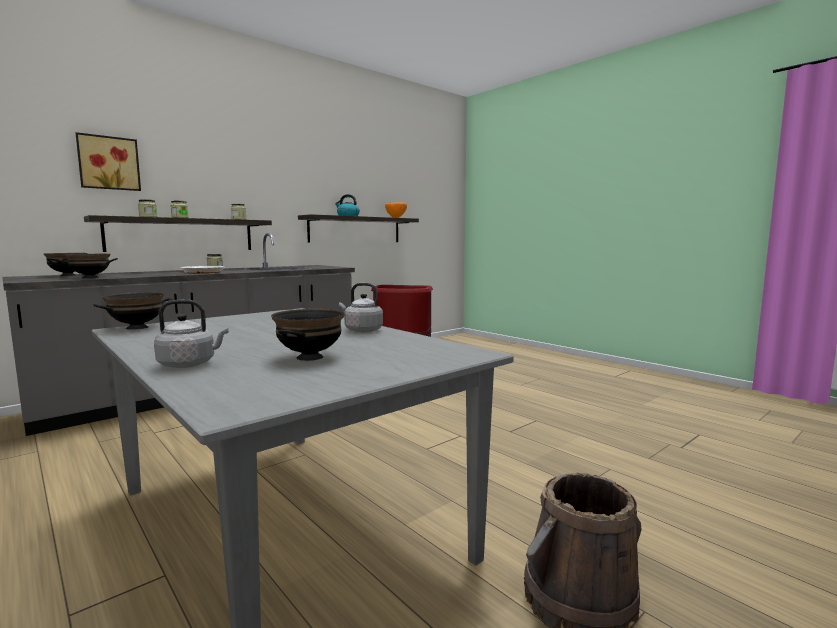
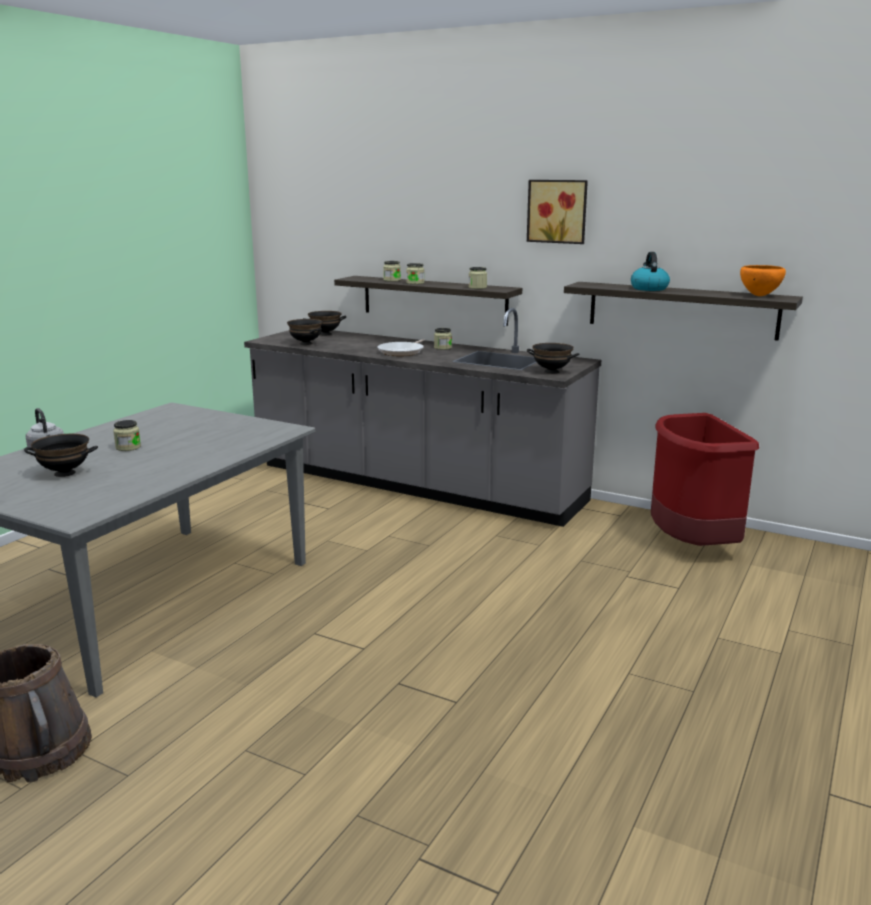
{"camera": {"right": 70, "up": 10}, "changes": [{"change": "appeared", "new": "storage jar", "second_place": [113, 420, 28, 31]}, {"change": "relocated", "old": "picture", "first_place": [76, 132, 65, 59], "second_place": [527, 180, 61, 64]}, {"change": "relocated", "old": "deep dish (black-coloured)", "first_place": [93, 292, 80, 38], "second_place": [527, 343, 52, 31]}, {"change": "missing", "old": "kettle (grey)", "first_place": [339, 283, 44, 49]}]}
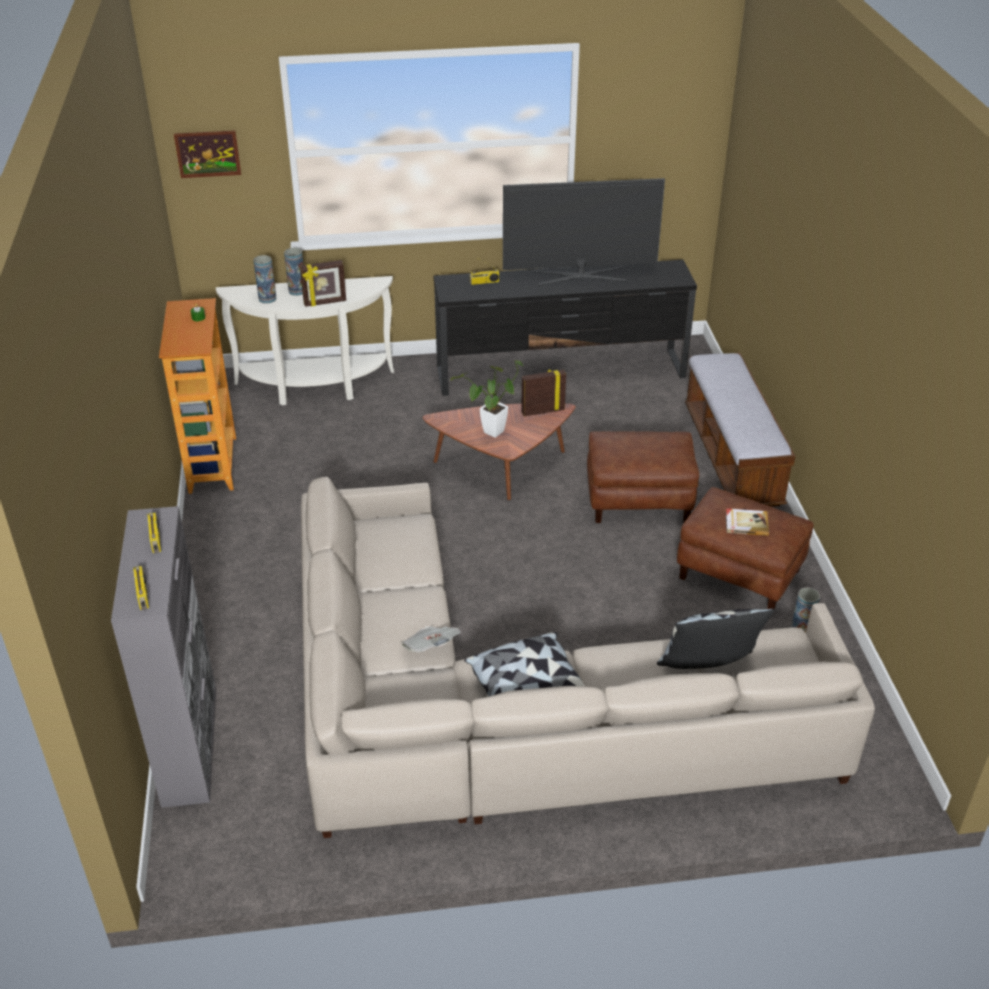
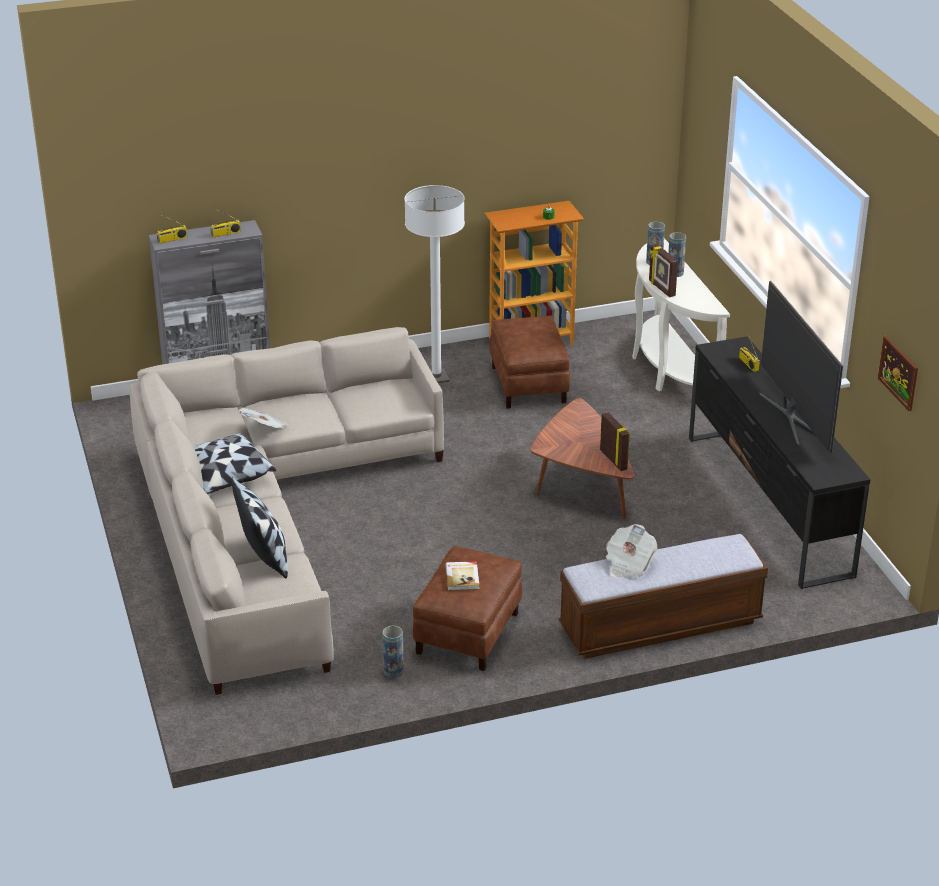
{"camera": {"right": 80, "up": -5}, "changes": [{"change": "appeared", "new": "standard lamp (white)", "second_place": [405, 185, 60, 198]}, {"change": "relocated", "old": "pouffe (brownish)", "first_place": [587, 431, 112, 92], "second_place": [489, 316, 81, 93]}, {"change": "appeared", "new": "newspaper", "second_place": [606, 524, 52, 54]}, {"change": "relocated", "old": "picture", "first_place": [174, 130, 67, 48], "second_place": [878, 336, 40, 75]}, {"change": "missing", "old": "potted plant", "first_place": [450, 360, 73, 78]}]}
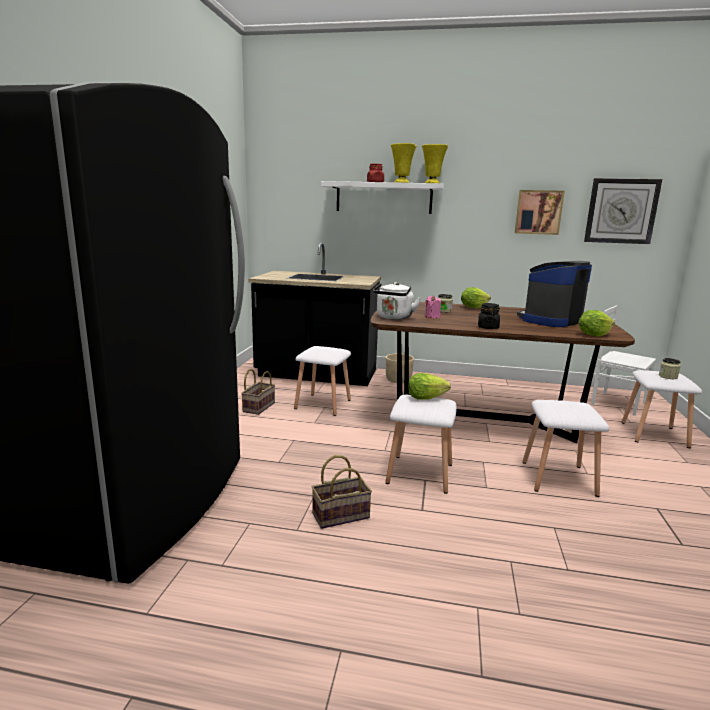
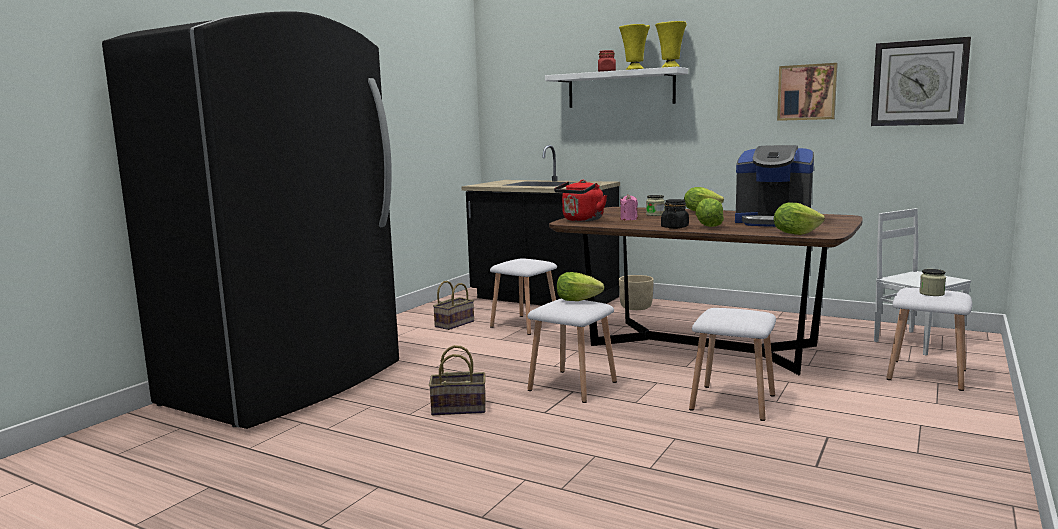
{"camera": {"right": 20, "up": -5}, "changes": [{"change": "colour", "old": "kettle (white)", "new": "kettle (reddish)", "first_place": [373, 282, 48, 38], "second_place": [554, 180, 53, 41]}, {"change": "appeared", "new": "lettuce head", "second_place": [695, 198, 29, 29]}, {"change": "spun", "old": "coffee brewer", "first_place": [517, 261, 75, 66], "second_place": [735, 145, 79, 82], "degrees": -135}]}
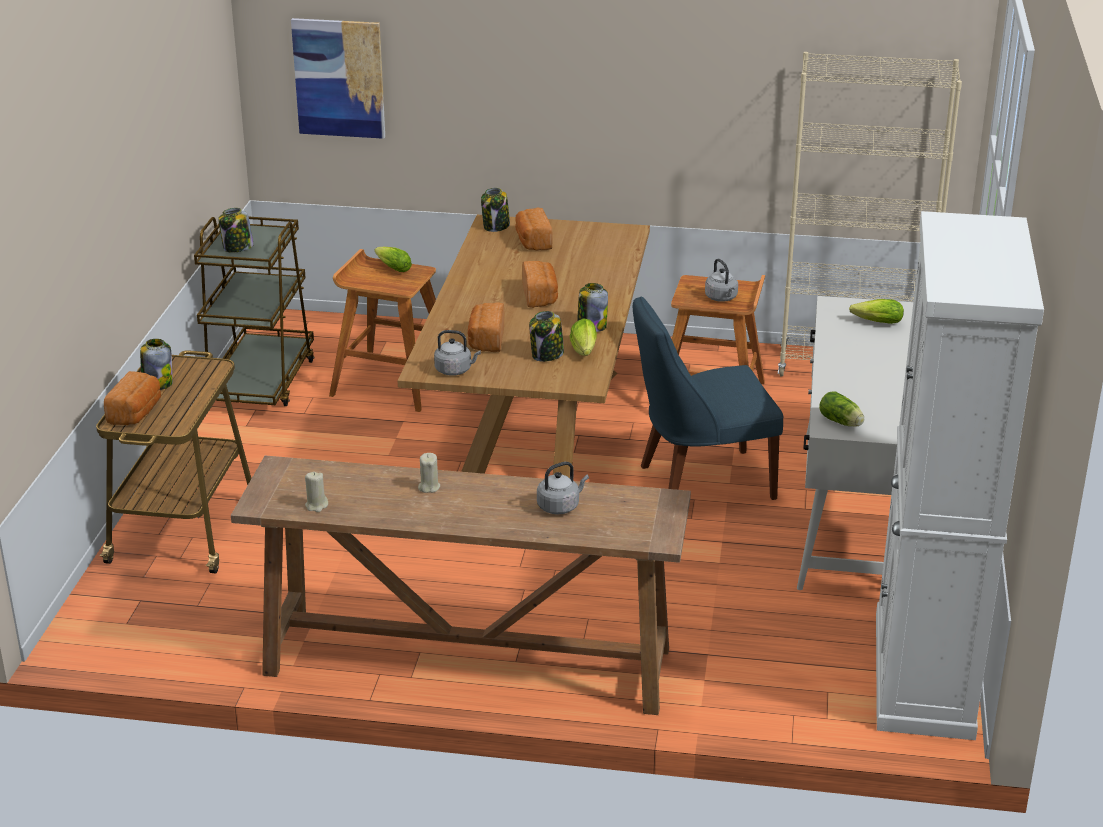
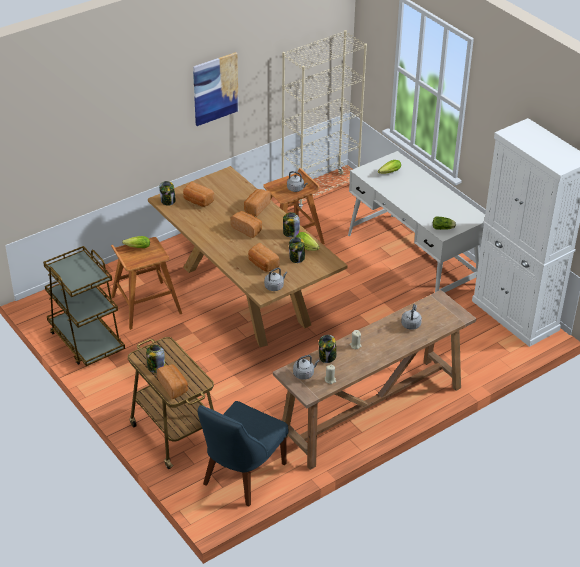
{"camera": {"right": -45, "up": 10}, "changes": [{"change": "relocated", "old": "picture", "first_place": [291, 18, 94, 121], "second_place": [193, 52, 46, 74]}, {"change": "relocated", "old": "chair (blue-coloured)", "first_place": [633, 297, 150, 203], "second_place": [198, 401, 90, 106]}, {"change": "appeared", "new": "bakery bread", "second_place": [244, 189, 27, 27]}, {"change": "appeared", "new": "kettle (grey)", "second_place": [293, 355, 26, 25]}, {"change": "relocated", "old": "storage jar", "first_place": [218, 208, 36, 45], "second_place": [319, 335, 18, 28]}]}
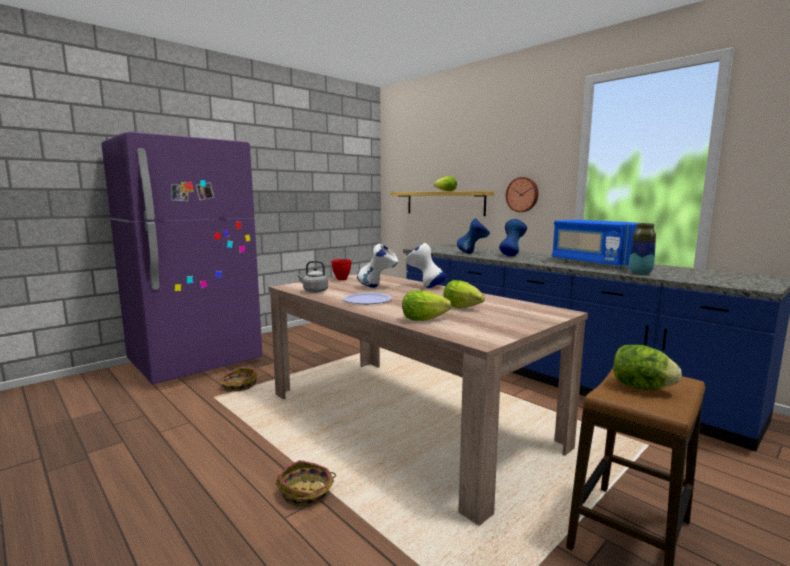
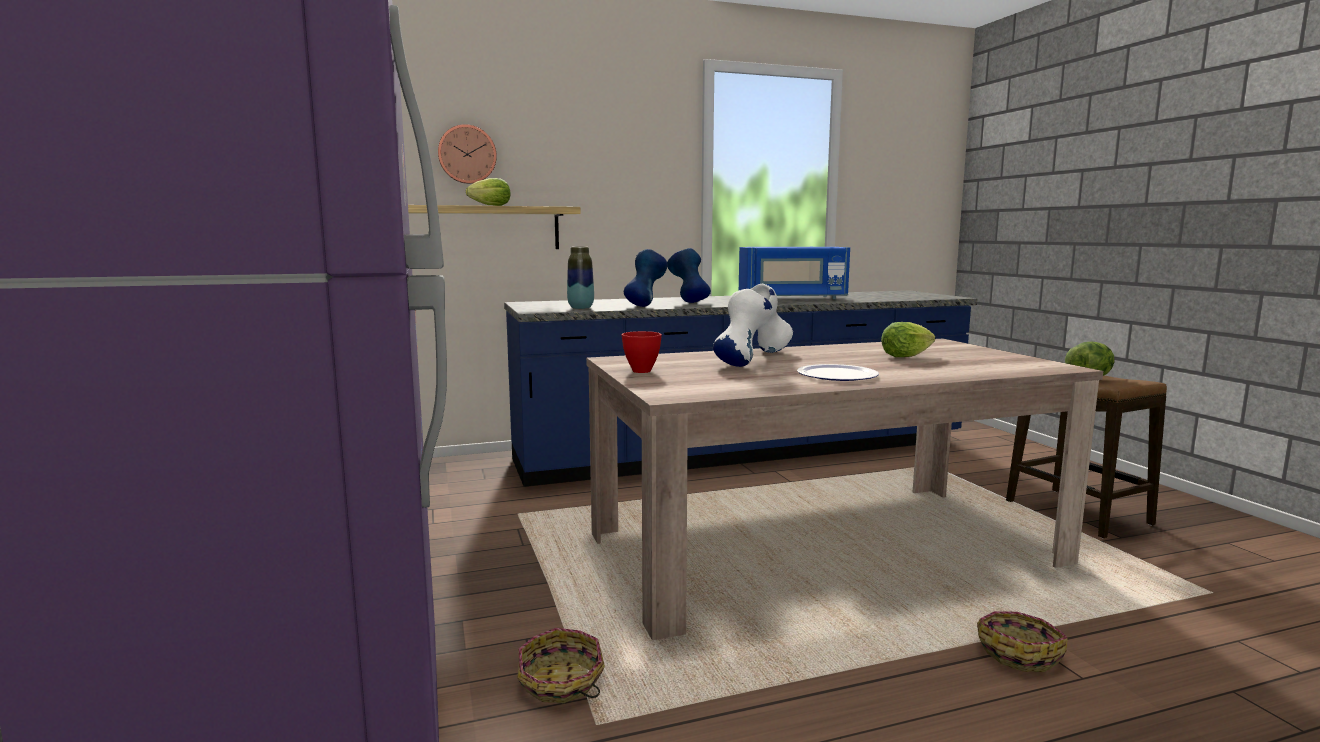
{"camera": {"right": -65, "up": 0}, "changes": [{"change": "relocated", "old": "clock on the wall", "first_place": [506, 177, 32, 35], "second_place": [438, 124, 59, 60]}, {"change": "relocated", "old": "decorative vase", "first_place": [629, 223, 27, 52], "second_place": [567, 247, 27, 62]}, {"change": "missing", "old": "kettle (grey)", "first_place": [297, 261, 31, 32]}, {"change": "missing", "old": "lettuce head", "first_place": [402, 290, 49, 31]}]}
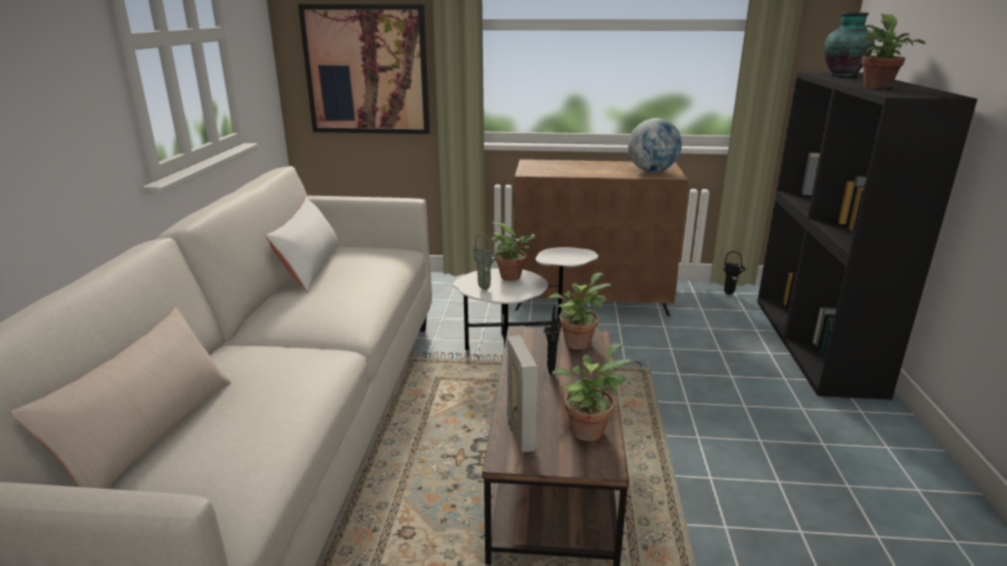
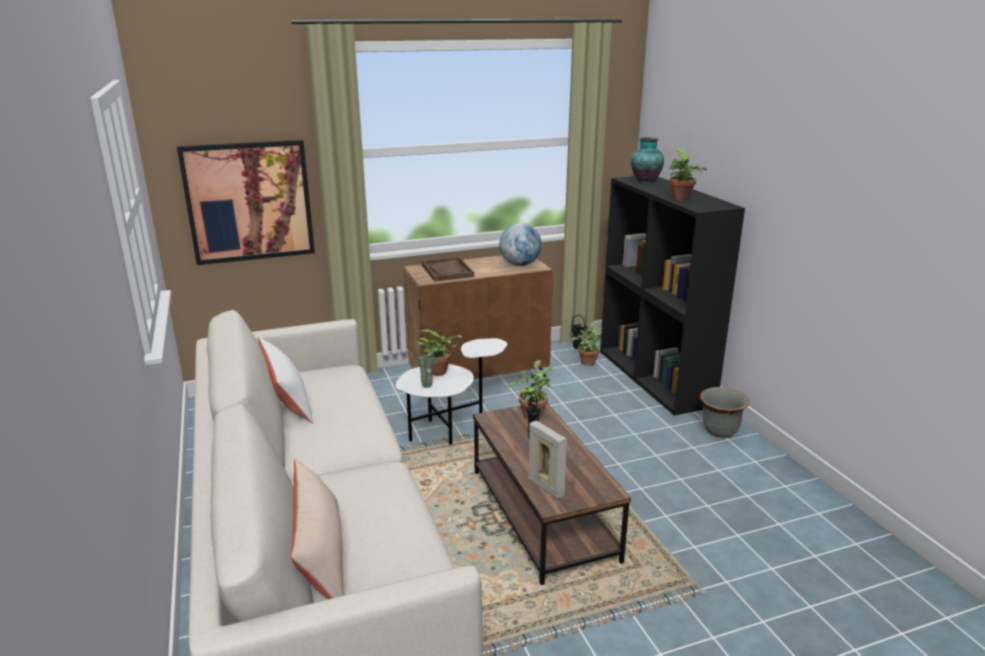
{"camera": {"right": -25, "up": 0}, "changes": [{"change": "appeared", "new": "carrying tray (brownish)", "second_place": [422, 257, 52, 25]}, {"change": "relocated", "old": "potted plant", "first_place": [552, 343, 80, 98], "second_place": [571, 322, 32, 44]}, {"change": "appeared", "new": "planter (grey)", "second_place": [700, 387, 49, 51]}]}
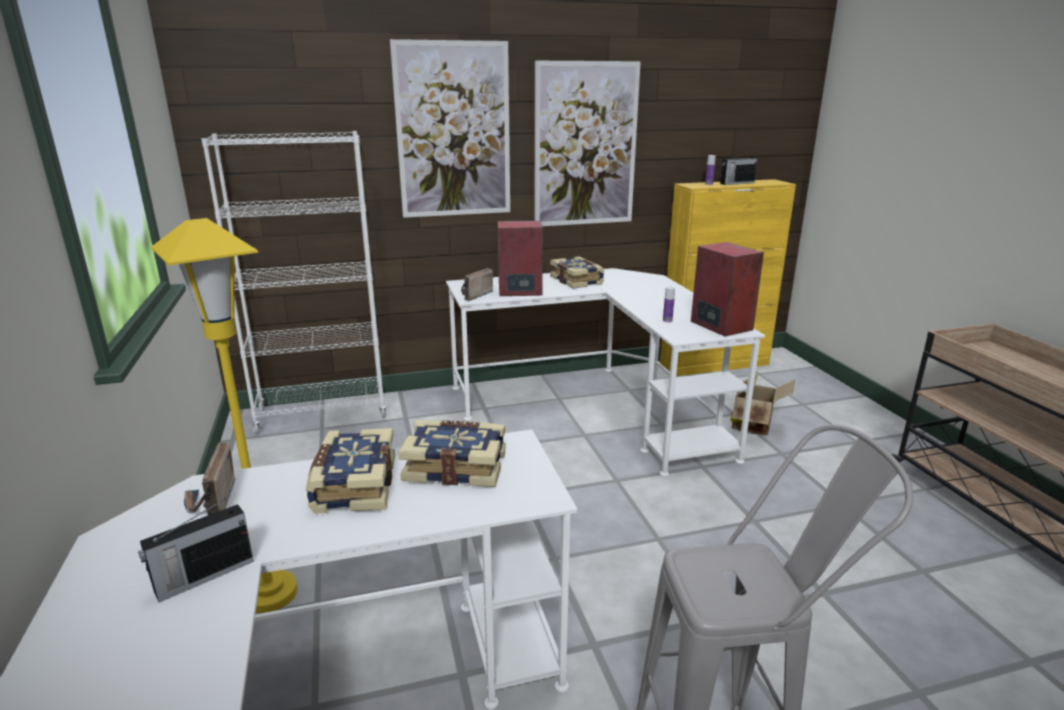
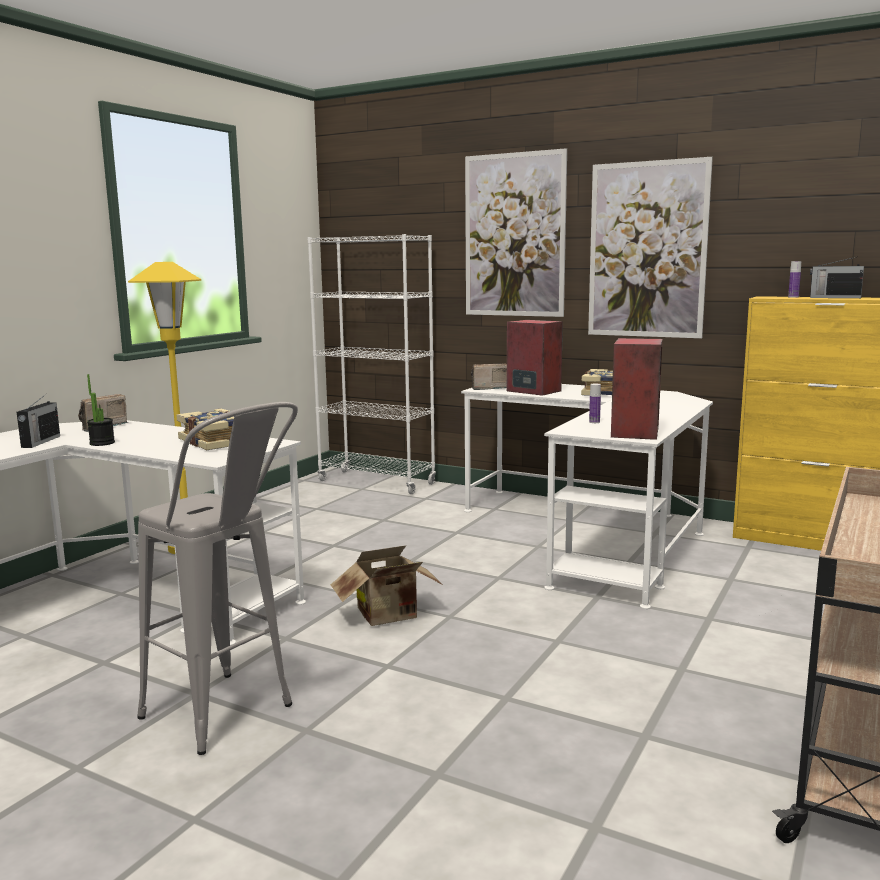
{"camera": {"right": 45, "up": -10}, "changes": [{"change": "spun", "old": "radio", "first_place": [138, 499, 116, 103], "second_place": [17, 394, 43, 54], "degrees": -90}, {"change": "appeared", "new": "potted plant", "second_place": [87, 374, 28, 72]}, {"change": "relocated", "old": "cardboard box", "first_place": [731, 374, 64, 61], "second_place": [331, 545, 112, 81]}, {"change": "missing", "old": "book", "first_place": [306, 428, 89, 86]}]}
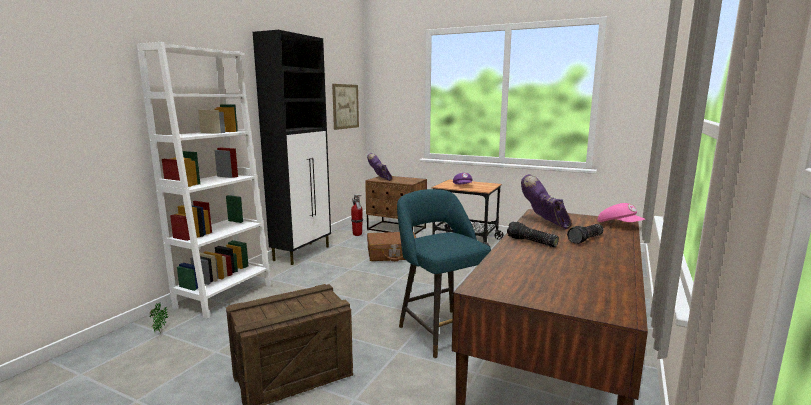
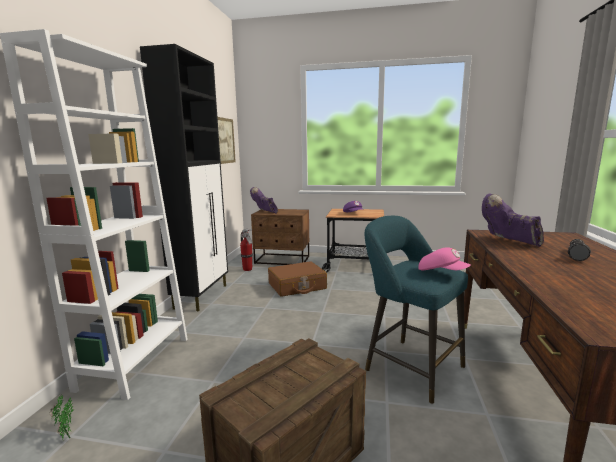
{"camera": {"right": -15, "up": 0}, "changes": [{"change": "relocated", "old": "cap (pink-coloured)", "first_place": [597, 203, 48, 19], "second_place": [418, 247, 53, 23]}, {"change": "missing", "old": "torch", "first_place": [507, 221, 52, 26]}]}
